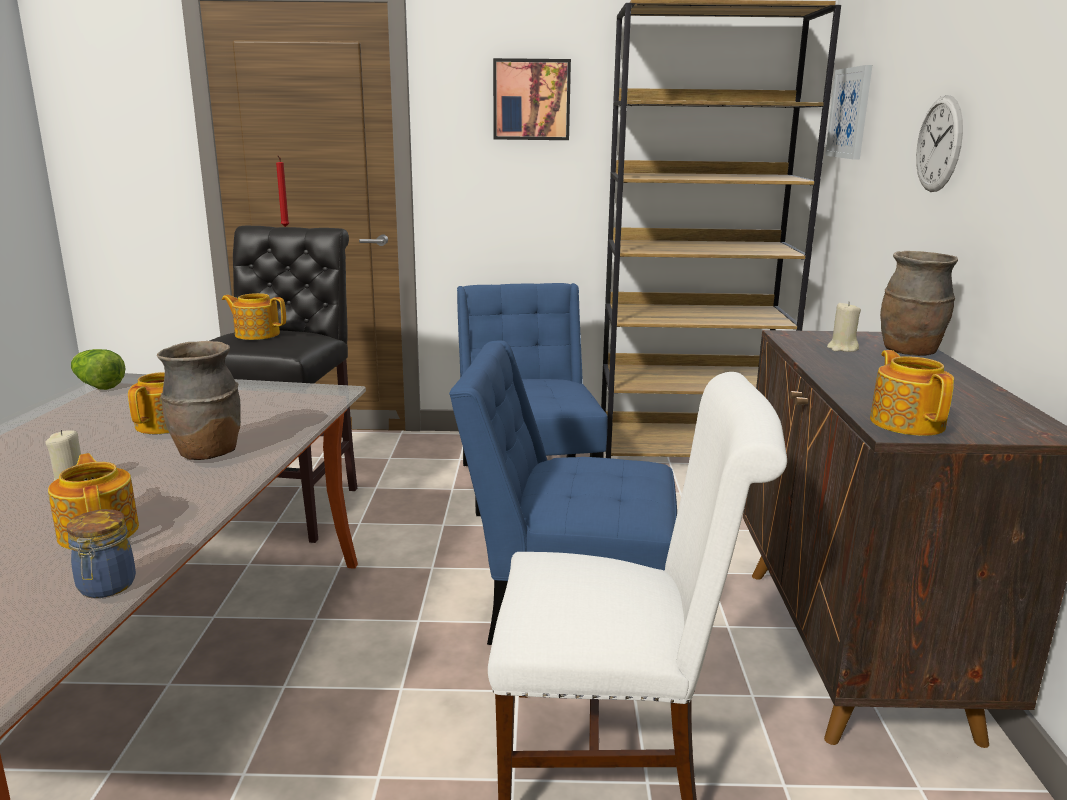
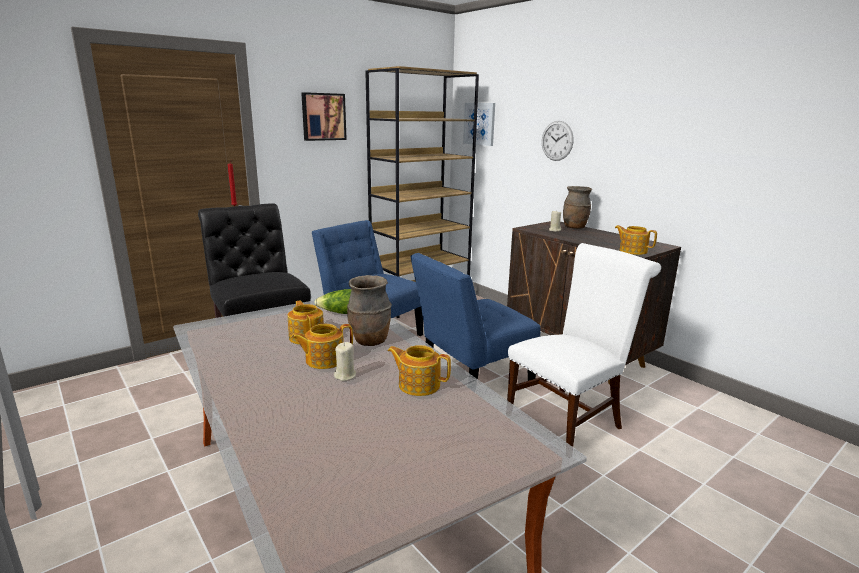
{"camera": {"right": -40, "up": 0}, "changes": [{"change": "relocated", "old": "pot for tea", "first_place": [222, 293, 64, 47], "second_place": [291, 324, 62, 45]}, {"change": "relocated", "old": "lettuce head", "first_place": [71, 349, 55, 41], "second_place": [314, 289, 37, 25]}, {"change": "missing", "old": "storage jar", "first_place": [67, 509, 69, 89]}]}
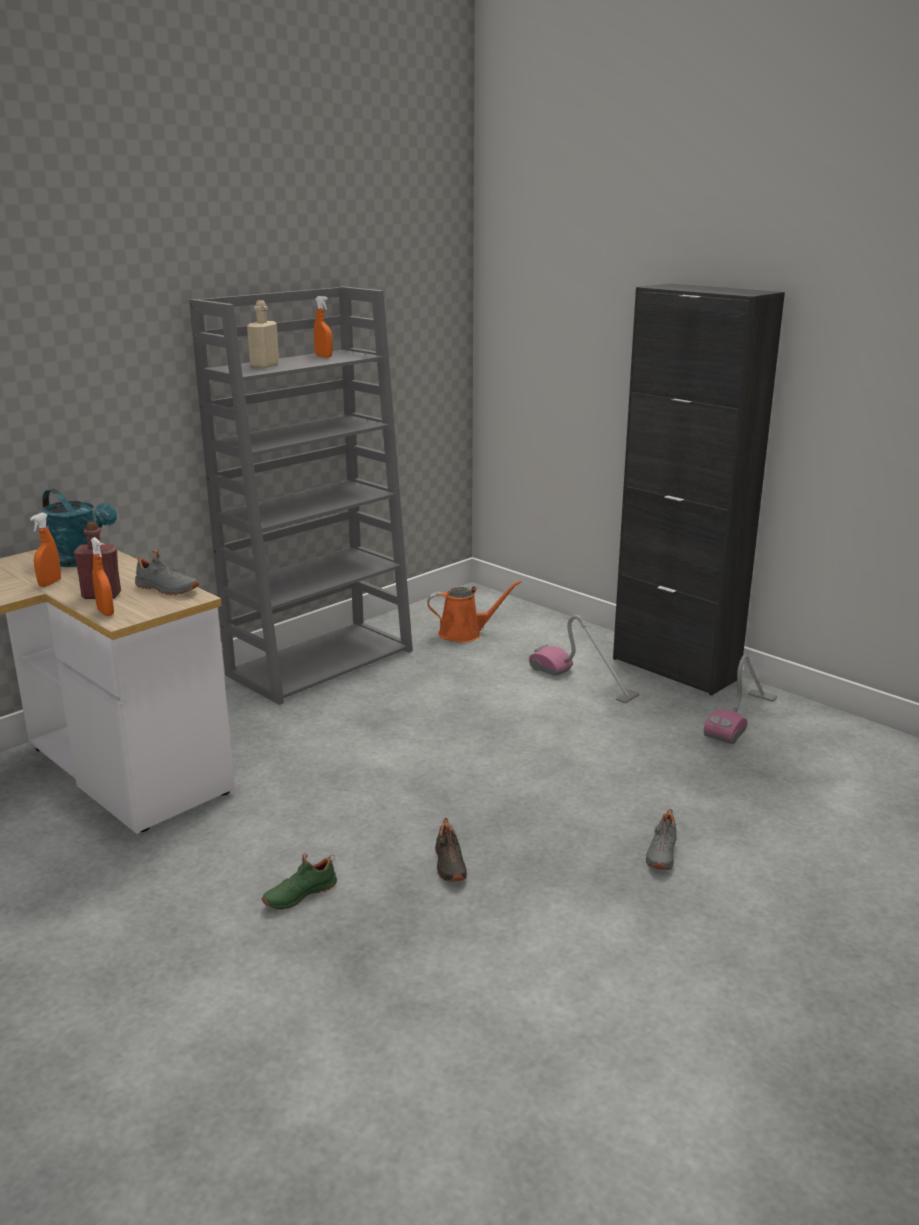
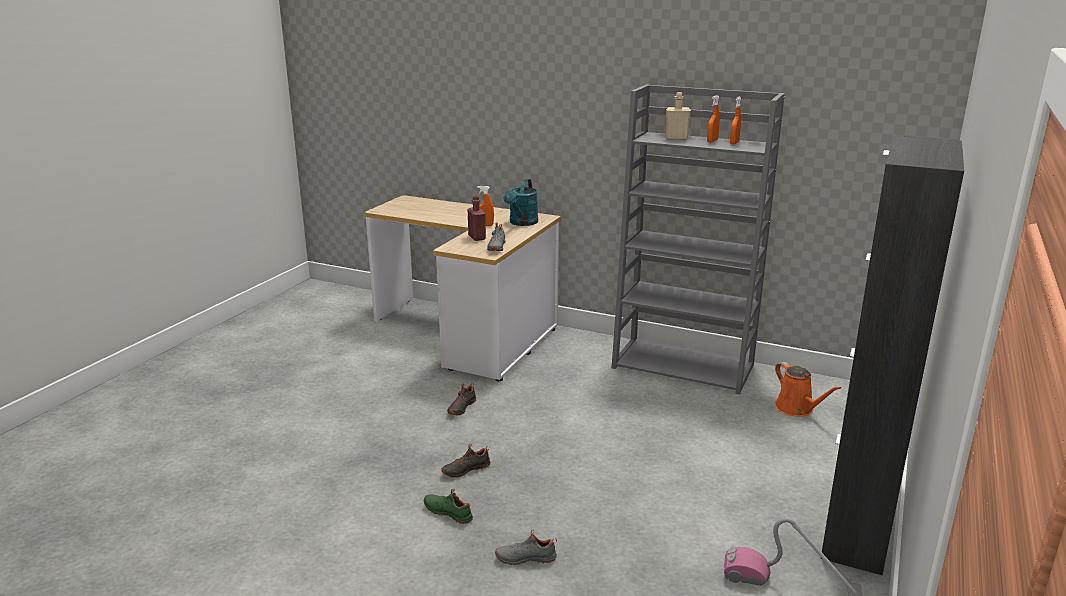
{"camera": {"right": 70, "up": 0}, "changes": [{"change": "relocated", "old": "shoe (green)", "first_place": [262, 853, 75, 57], "second_place": [424, 488, 49, 36]}, {"change": "appeared", "new": "shoe (black-coloured)", "second_place": [447, 383, 29, 33]}, {"change": "relocated", "old": "spray bottle (orangey)", "first_place": [91, 537, 23, 79], "second_place": [707, 95, 13, 47]}, {"change": "missing", "old": "hoover", "first_place": [529, 615, 110, 89]}]}
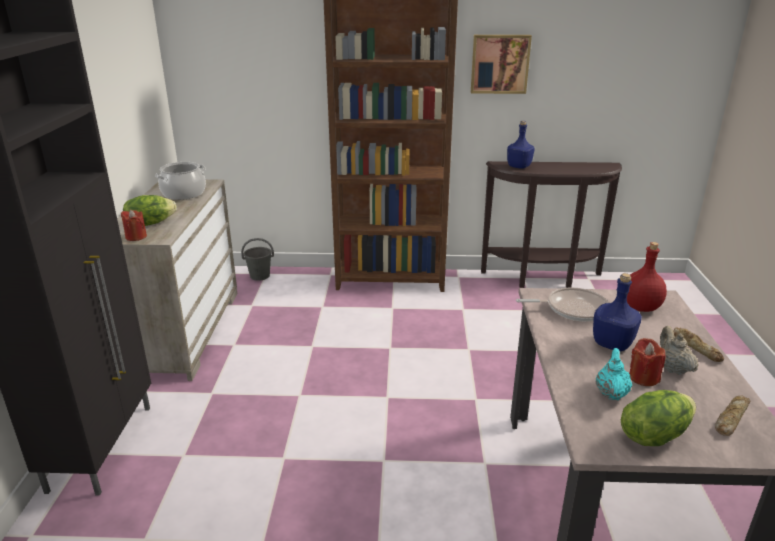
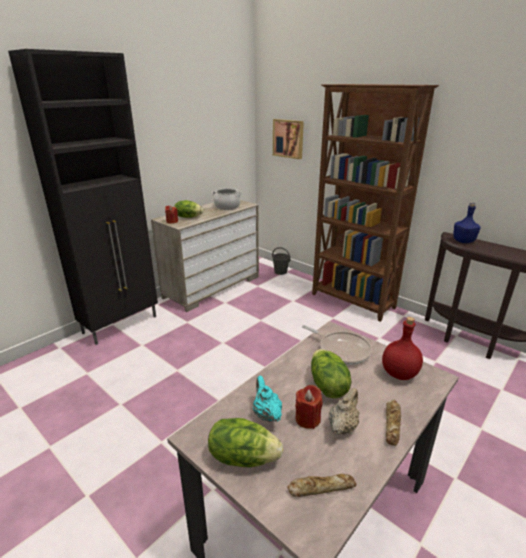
{"camera": {"right": 40, "up": 0}, "changes": [{"change": "spun", "old": "pot for tea (turquoise)", "first_place": [596, 348, 36, 52], "second_place": [253, 376, 29, 46], "degrees": -75}, {"change": "relocated", "old": "picture", "first_place": [471, 35, 61, 59], "second_place": [273, 119, 31, 40]}, {"change": "exchanged", "old": "bottle (blue-coloured)", "new": "lettuce head", "first_place": [593, 273, 49, 78], "second_place": [311, 349, 40, 49]}]}
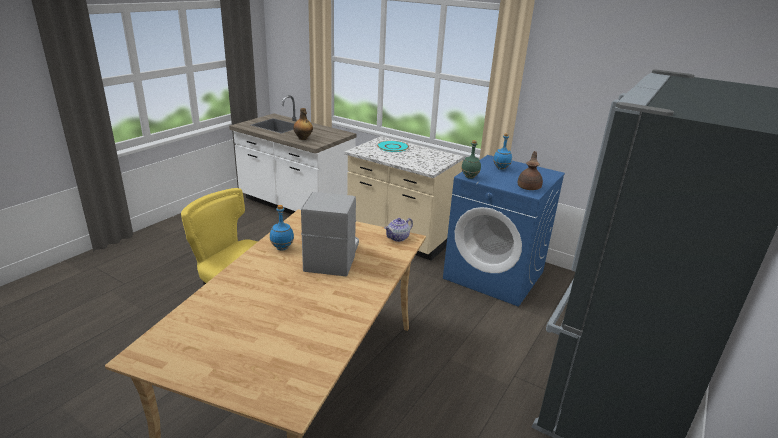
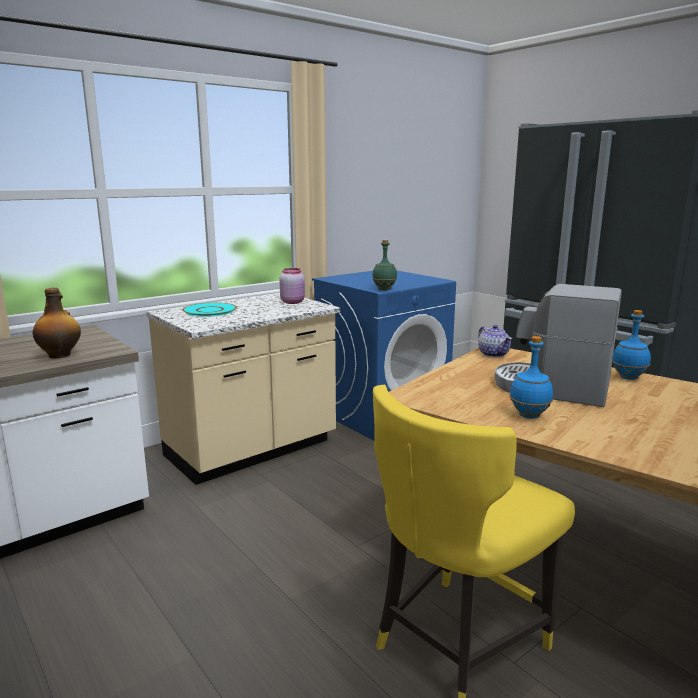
{"camera": {"right": -70, "up": -10}, "changes": [{"change": "appeared", "new": "storage jar (pink-coloured)", "second_place": [279, 268, 26, 36]}, {"change": "relocated", "old": "bottle (blue-coloured)", "first_place": [493, 133, 19, 37], "second_place": [612, 310, 39, 70]}, {"change": "missing", "old": "pot for tea (brownish)", "first_place": [518, 151, 25, 39]}]}
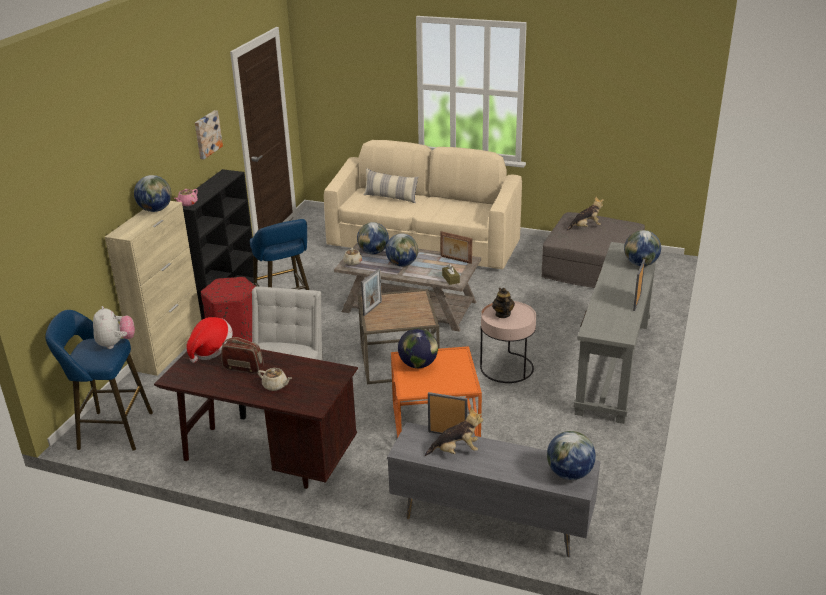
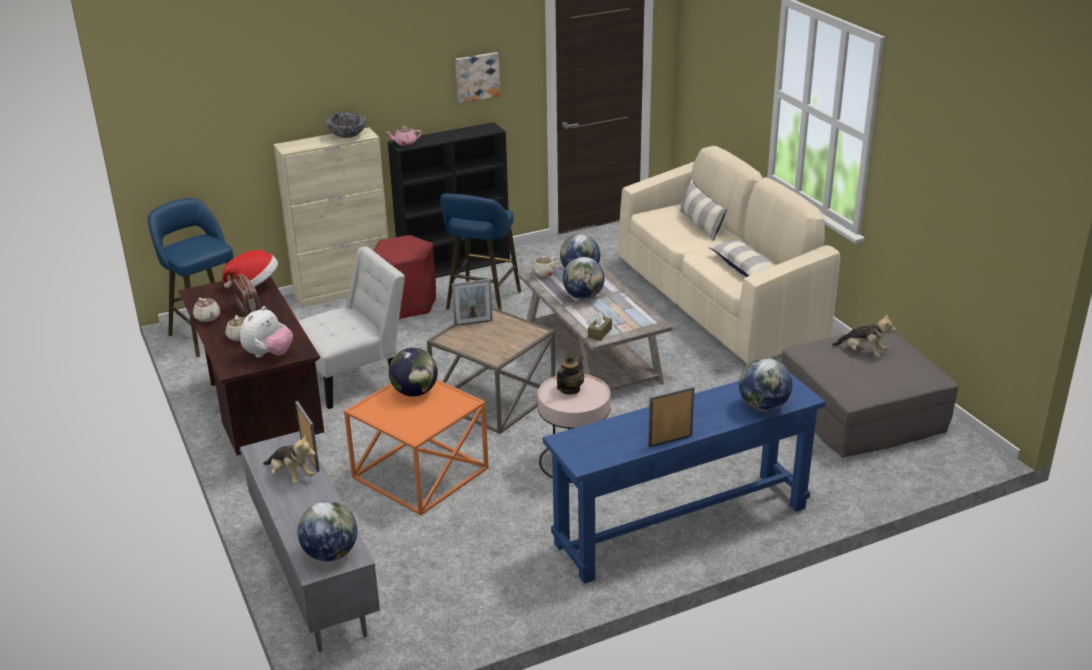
{"camera": {"right": 45, "up": 0}, "changes": [{"change": "appeared", "new": "pot for tea (beige-coloured)", "second_place": [193, 298, 28, 24]}, {"change": "relocated", "old": "cuddly toy", "first_place": [93, 306, 42, 43], "second_place": [240, 306, 53, 52]}, {"change": "exchanged", "old": "world globe", "new": "deep dish", "first_place": [134, 175, 38, 37], "second_place": [326, 112, 41, 26]}, {"change": "colour", "old": "narrow table (grey)", "new": "narrow table (blue-coloured)", "first_place": [574, 242, 82, 182], "second_place": [543, 372, 283, 212]}, {"change": "appeared", "new": "throw pillow", "second_place": [708, 240, 67, 37]}, {"change": "missing", "old": "standing frame", "first_place": [440, 231, 32, 33]}]}
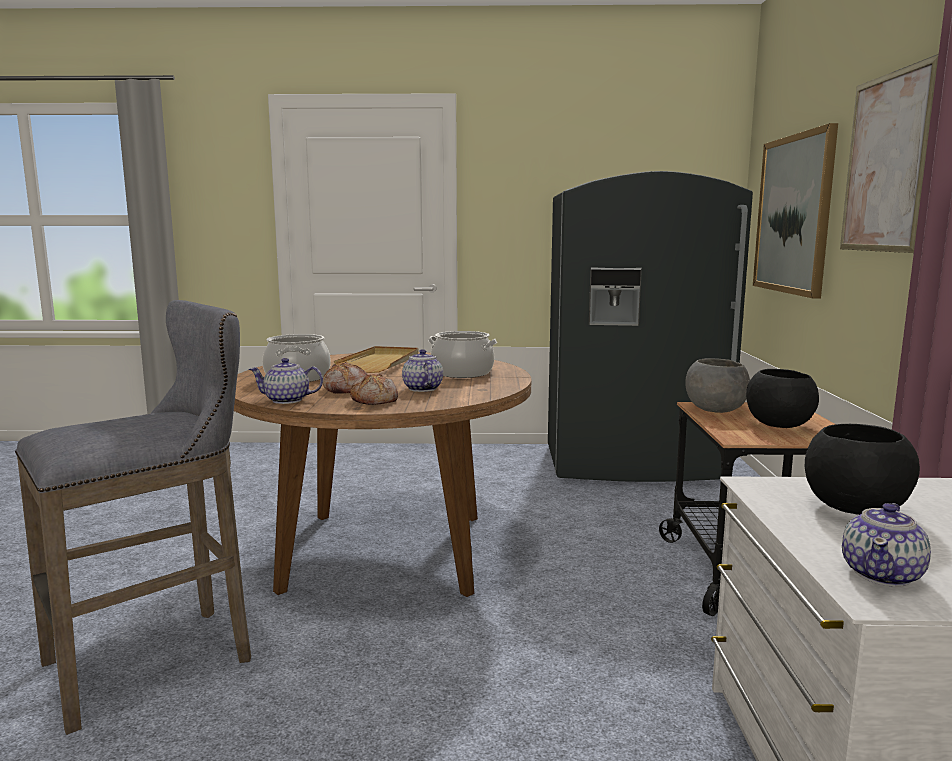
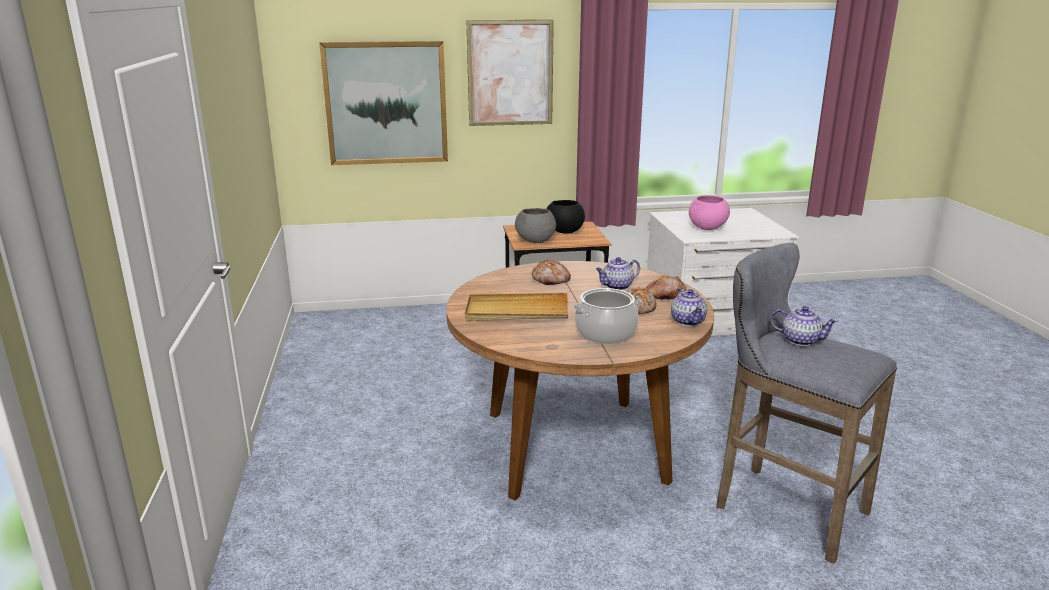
{"camera": {"right": -100, "up": 10}, "changes": [{"change": "exchanged", "old": "cooking pot", "new": "bakery bread", "first_place": [428, 331, 69, 47], "second_place": [532, 259, 39, 26]}, {"change": "colour", "old": "deep dish (black-coloured)", "new": "deep dish (pink-coloured)", "first_place": [805, 424, 115, 91], "second_place": [689, 195, 41, 35]}, {"change": "relocated", "old": "pot for tea", "first_place": [842, 503, 89, 84], "second_place": [770, 306, 68, 40]}, {"change": "missing", "old": "kitchen fridge (grey)", "first_place": [548, 171, 205, 311]}]}
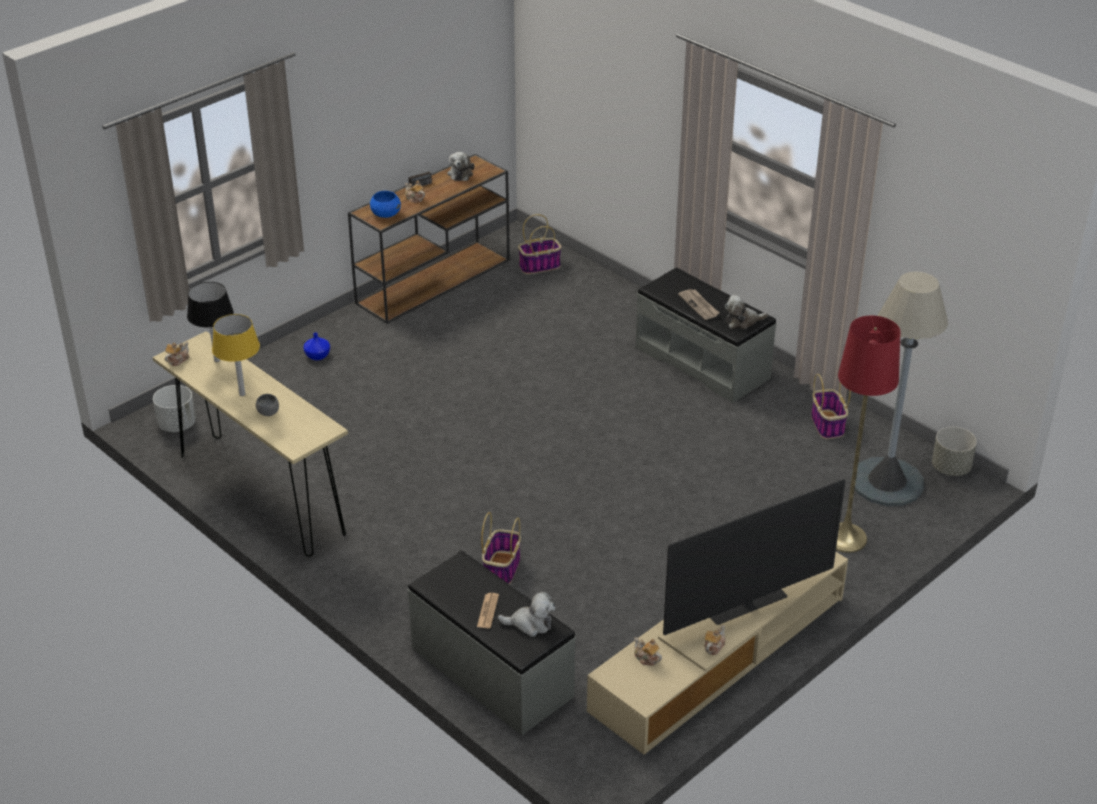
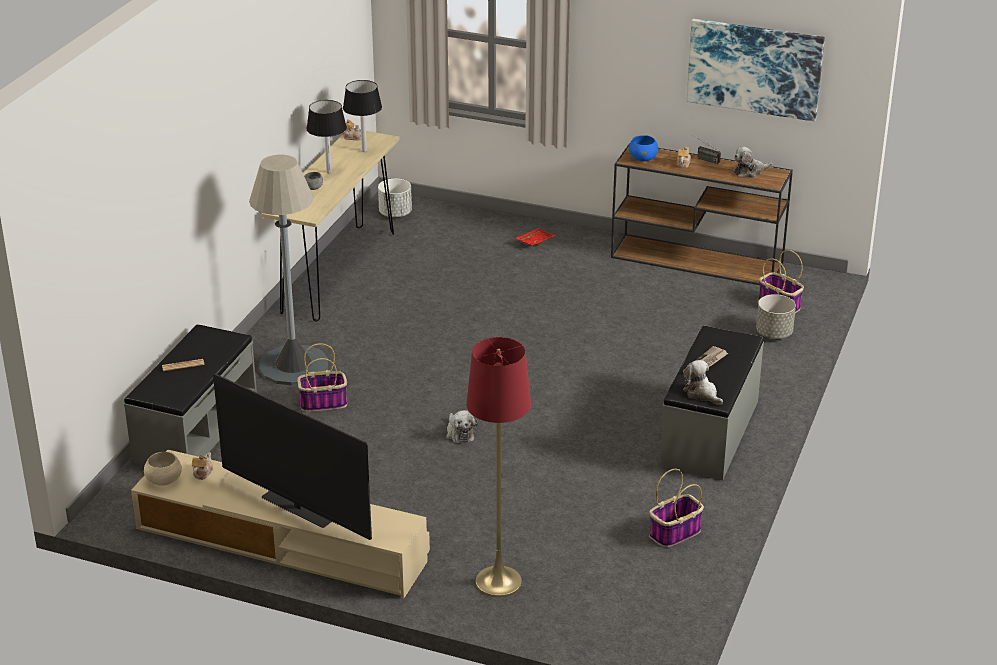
{"camera": {"right": 65, "up": -5}, "changes": [{"change": "appeared", "new": "deep dish (beige-coloured)", "second_place": [144, 452, 38, 34]}, {"change": "relocated", "old": "standard lamp (grey)", "first_place": [851, 271, 97, 235], "second_place": [249, 155, 79, 230]}, {"change": "colour", "old": "table lamp (yellow-coloured)", "new": "table lamp (black-coloured)", "first_place": [212, 314, 48, 82], "second_place": [306, 100, 41, 73]}, {"change": "relocated", "old": "cuddly toy", "first_place": [498, 592, 57, 45], "second_place": [446, 410, 32, 34]}, {"change": "exchanged", "old": "decorative vase (blue-coloured)", "new": "carrying tray (reddish)", "first_place": [304, 332, 26, 28], "second_place": [515, 228, 41, 18]}, {"change": "appeared", "new": "picture", "second_place": [687, 19, 138, 103]}, {"change": "relocated", "old": "planter (grey)", "first_place": [932, 427, 45, 49], "second_place": [756, 294, 40, 45]}, {"change": "missing", "old": "pot for tea", "first_place": [704, 625, 22, 30]}]}
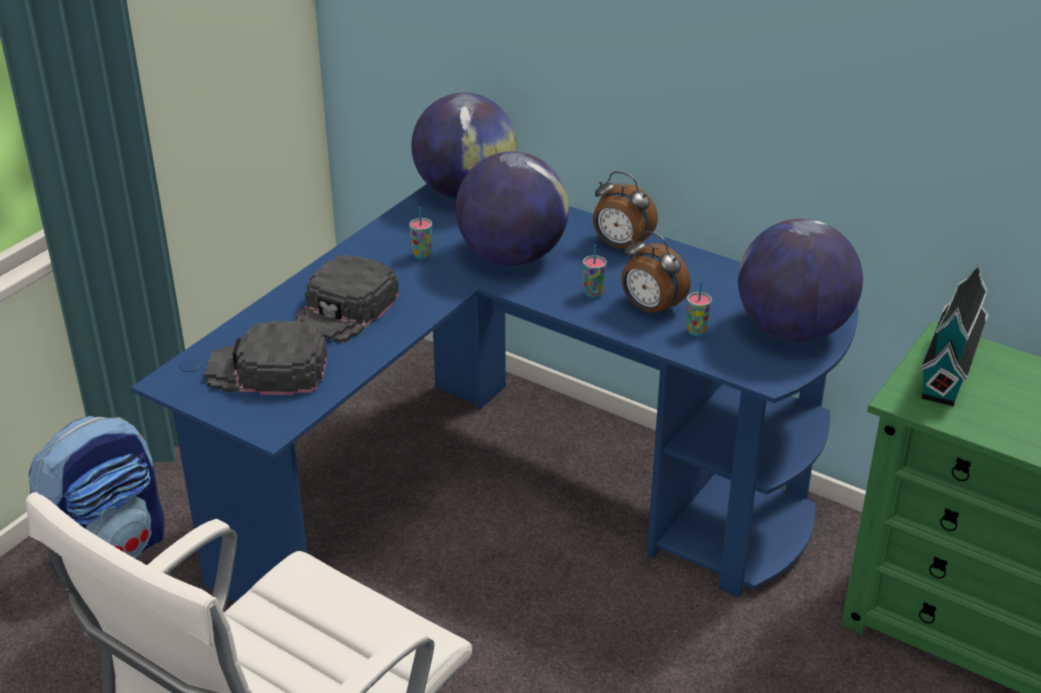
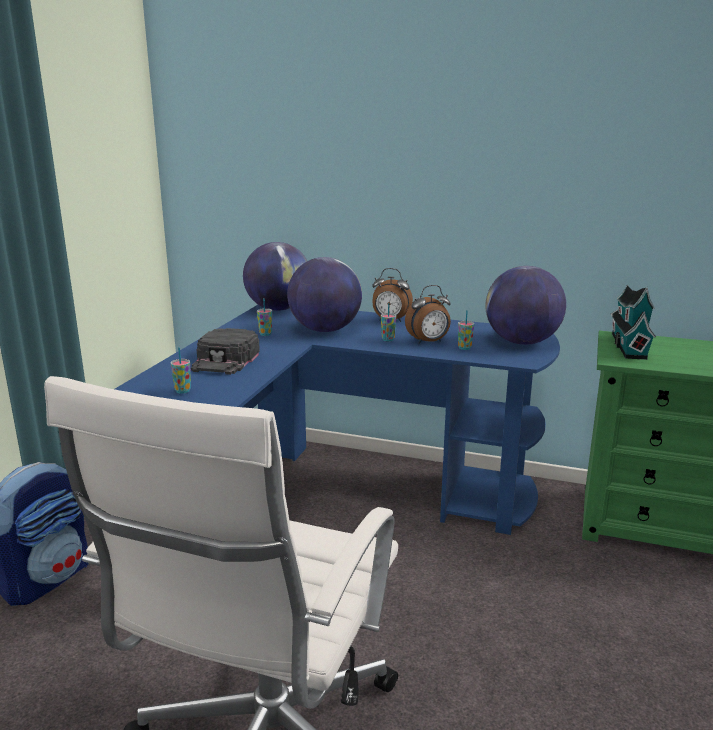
{"camera": {"right": -15, "up": -15}, "changes": [{"change": "exchanged", "old": "cap (black-coloured)", "new": "drinking cup", "first_place": [204, 321, 123, 74], "second_place": [171, 347, 20, 47]}, {"change": "spun", "old": "table clock", "first_place": [621, 231, 70, 86], "second_place": [405, 285, 46, 59], "degrees": -45}]}
